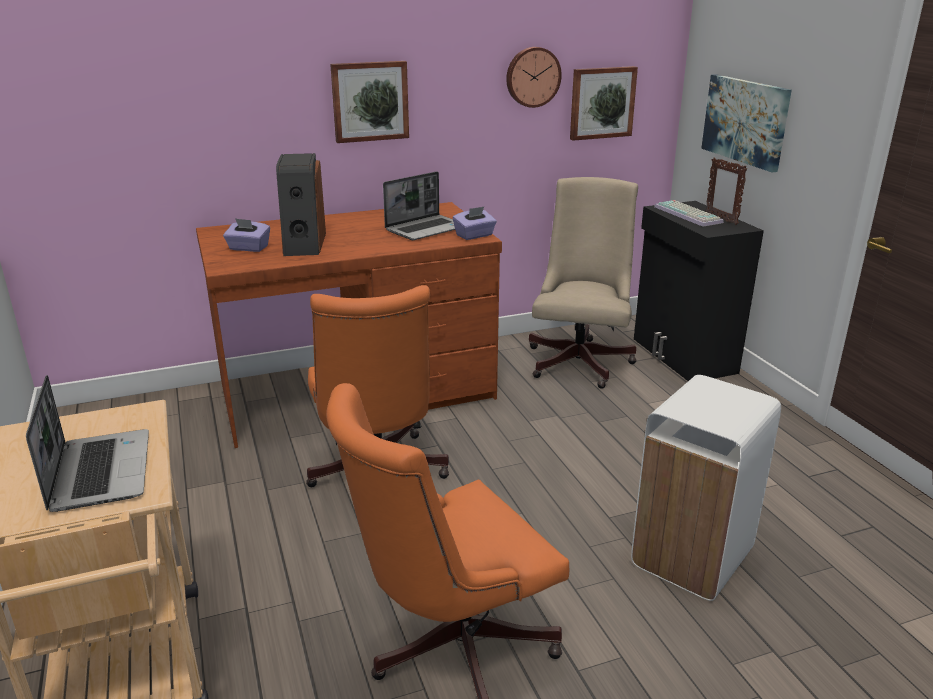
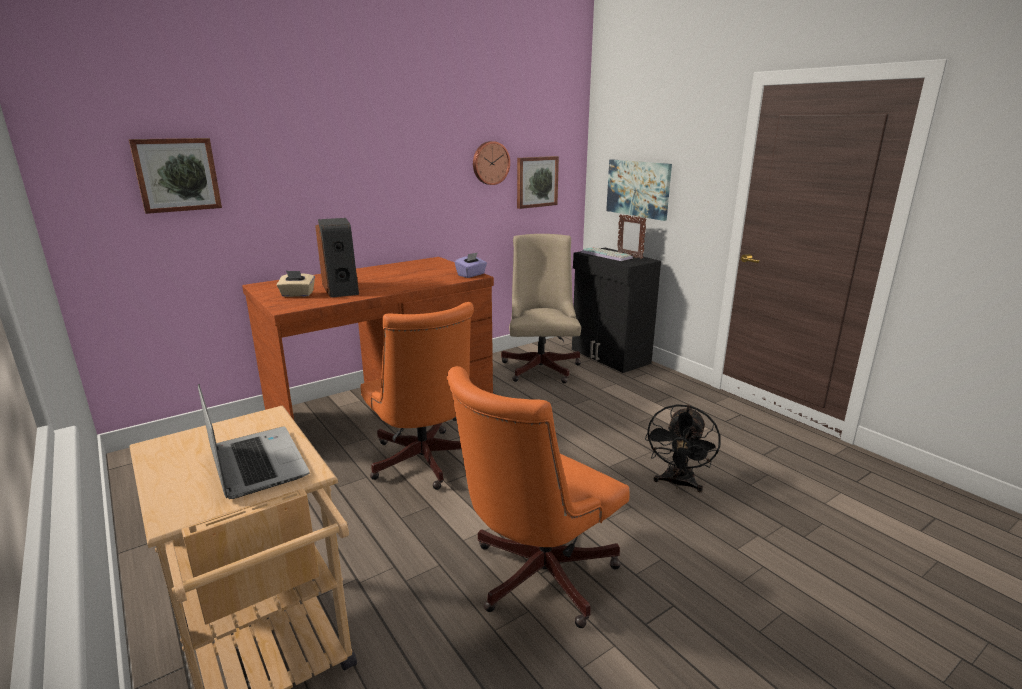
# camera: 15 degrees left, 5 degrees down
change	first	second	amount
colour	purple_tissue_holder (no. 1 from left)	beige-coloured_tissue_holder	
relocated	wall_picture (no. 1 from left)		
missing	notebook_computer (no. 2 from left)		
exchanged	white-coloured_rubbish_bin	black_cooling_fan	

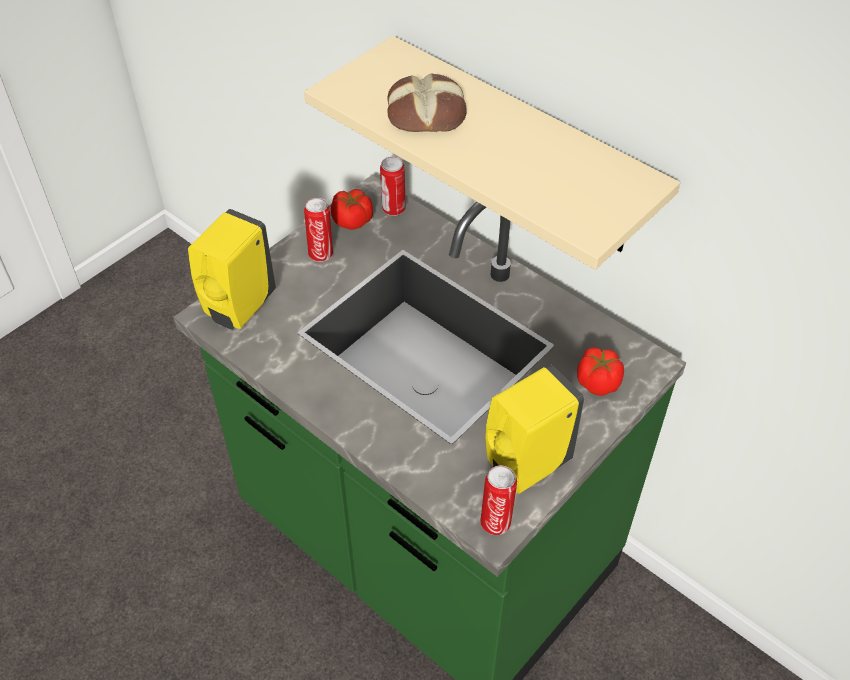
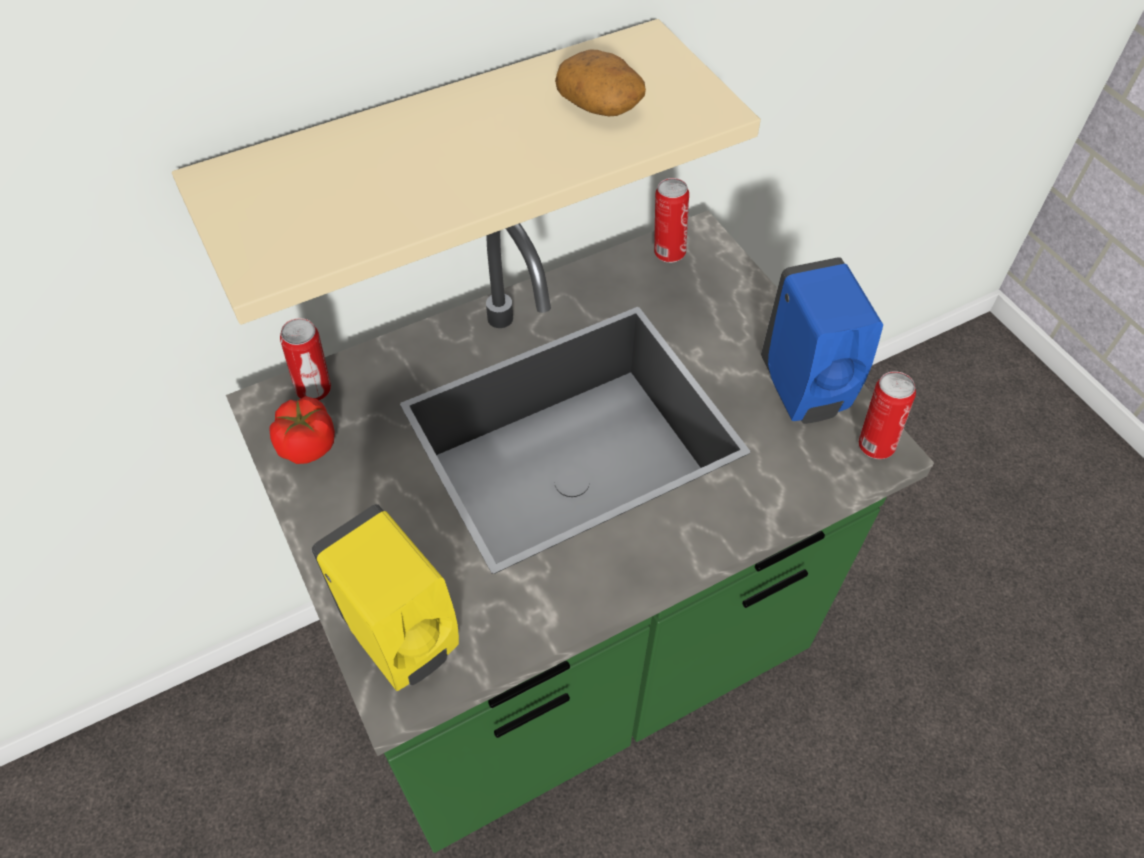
# camera: 70 degrees left, 5 degrees up
change	first	second	amount
relocated	can (no. 1 from left in the first image)	can (no. 2 from left)	
missing	bread		
colour	yellow_soap_bottle (no. 2 from left)	blue_soap_bottle	
missing	fresh_tomato (no. 2 from left)		
appeared		spud	

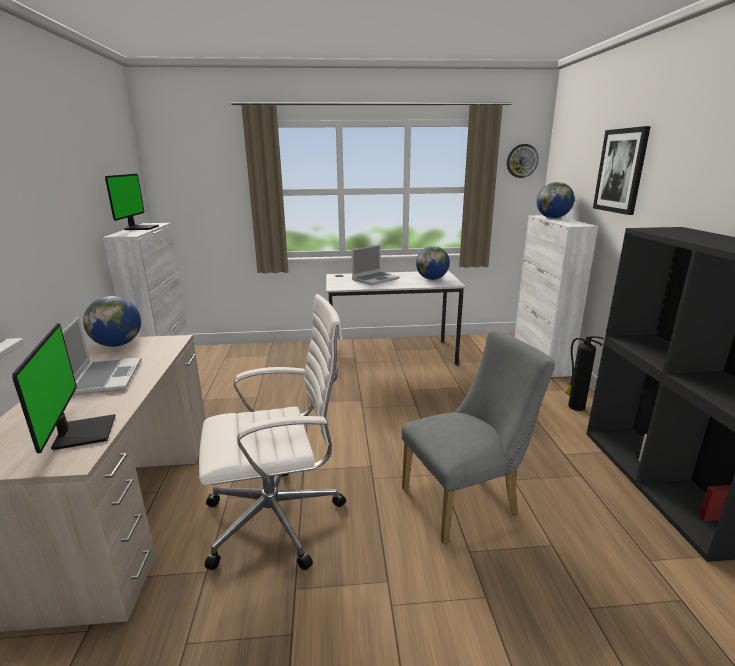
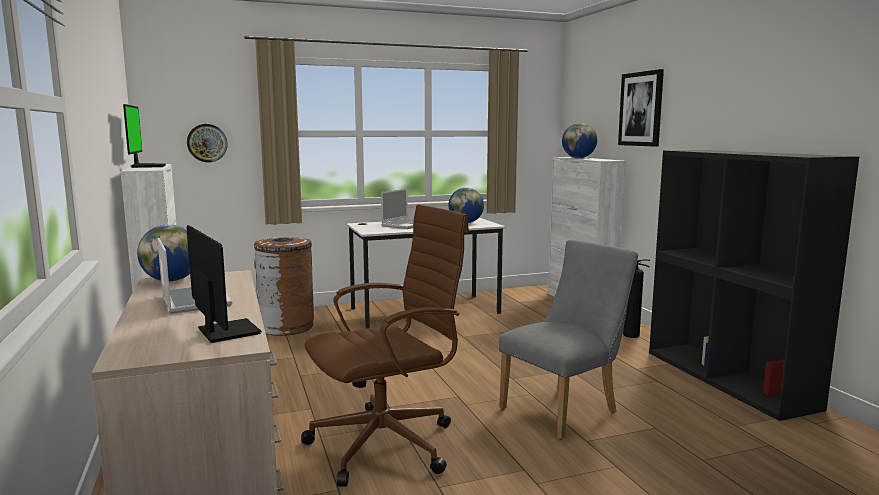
# camera: 15 degrees left, 10 degrees down
change	first	second	amount
colour	white-coloured_computer_chair	brownish_computer_chair	
relocated	clock_on_the_wall		
appeared		brownish_rubbish_bin	

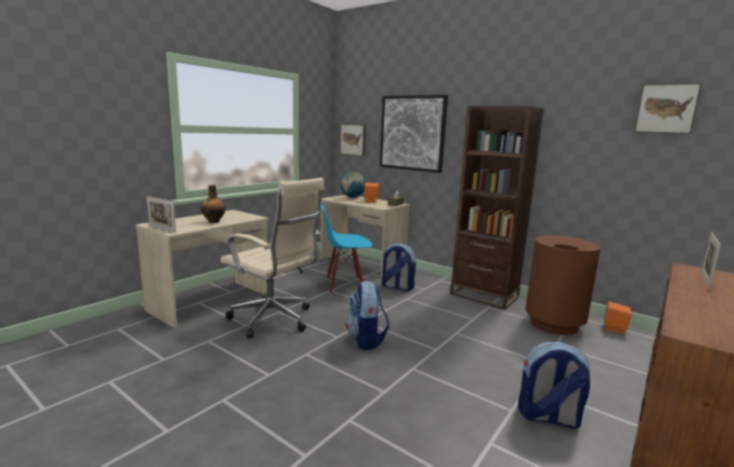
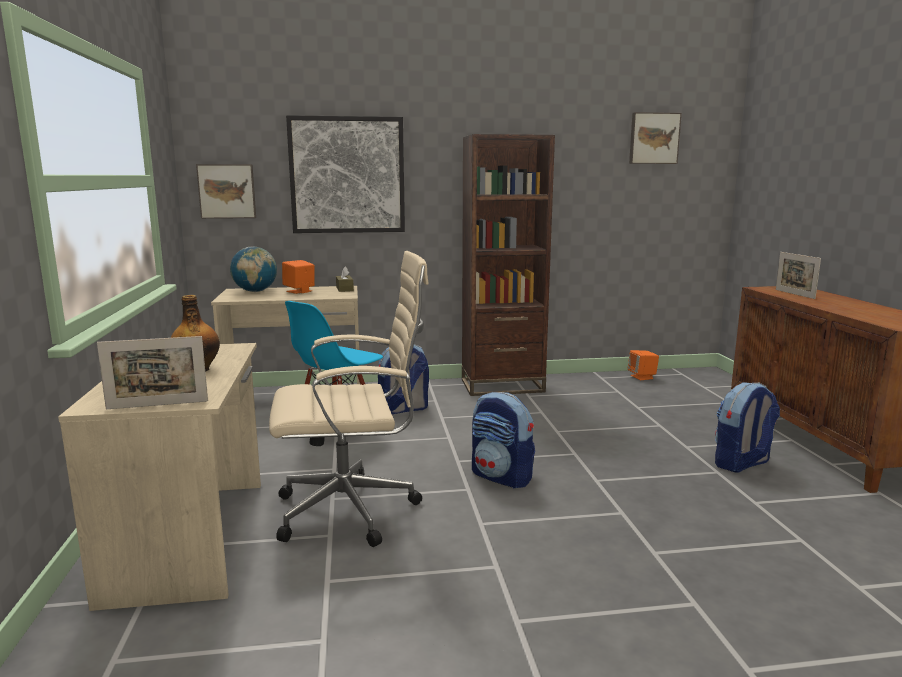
# camera: 45 degrees left, 0 degrees up
change	first	second	amount
missing	brownish_rubbish_bin		

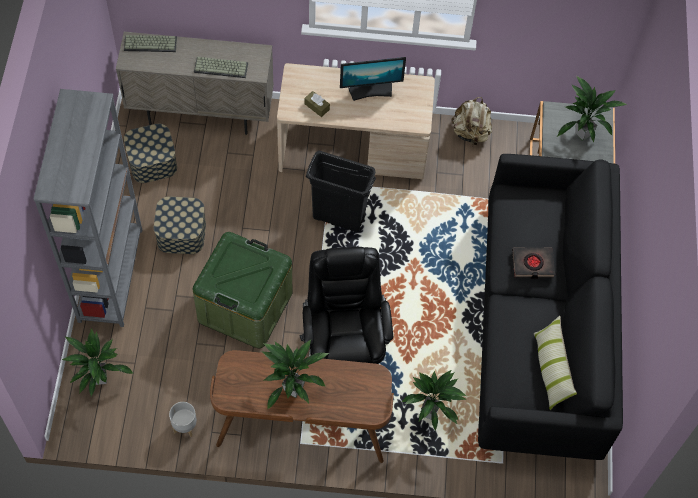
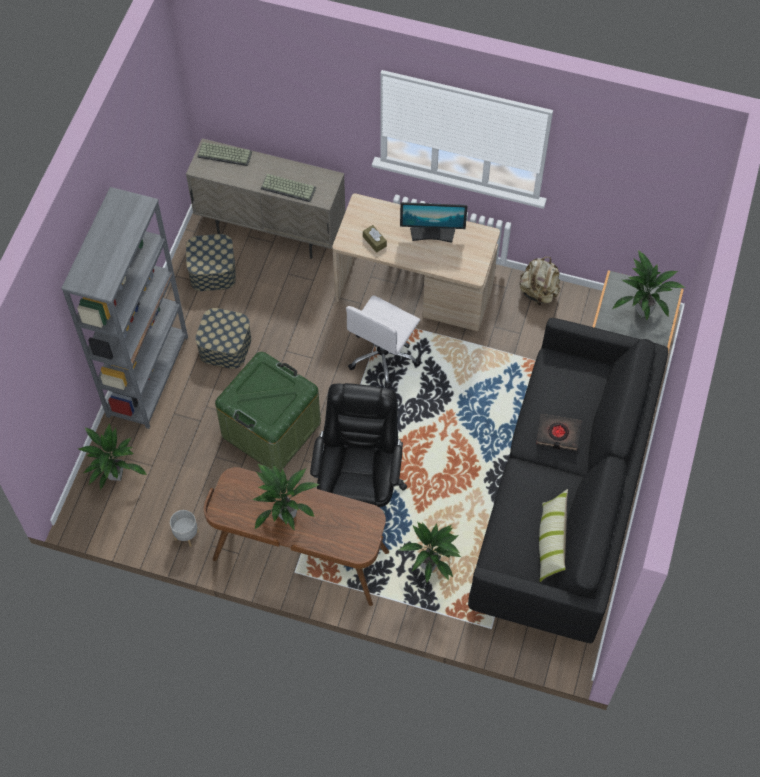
# camera: 15 degrees right, 0 degrees up
change	first	second	amount
exchanged	black_rubbish_bin	white-coloured_computer_chair	

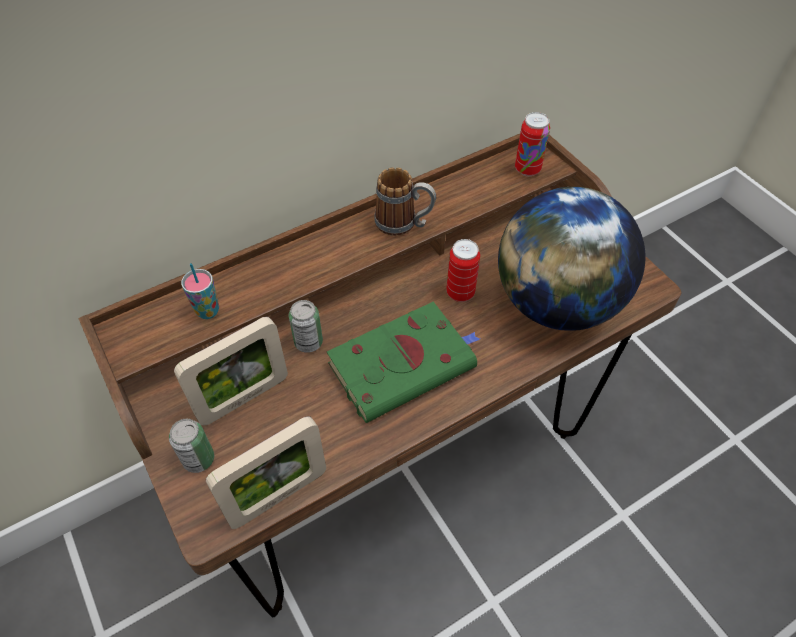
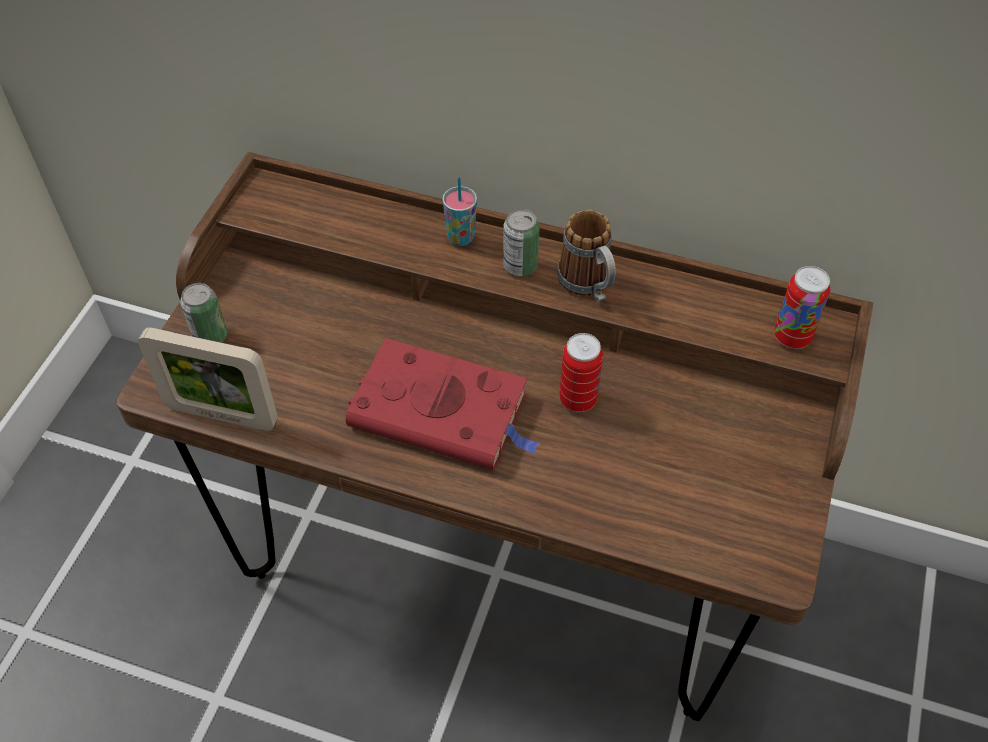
# camera: 50 degrees right, 0 degrees up
change	first	second	amount
missing	standing_frame (no. 1 from left)		
relocated	drinking_cup		
relocated	can (no. 2 from left)		
colour	greenish_volume	red-coloured_volume	
missing	world_globe		

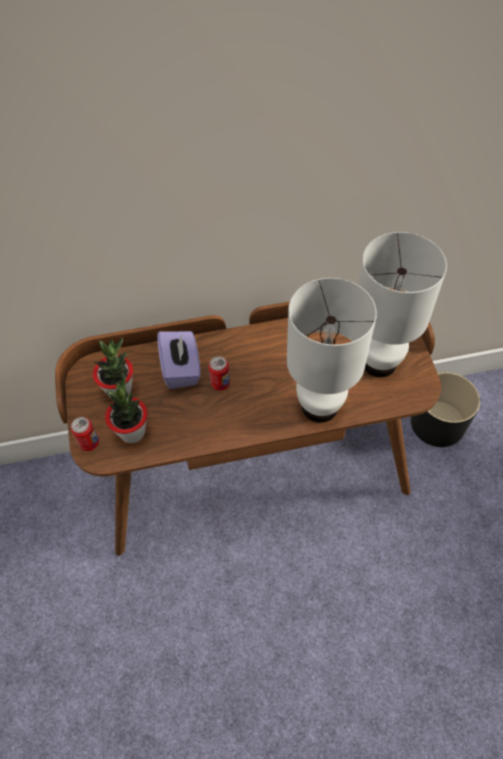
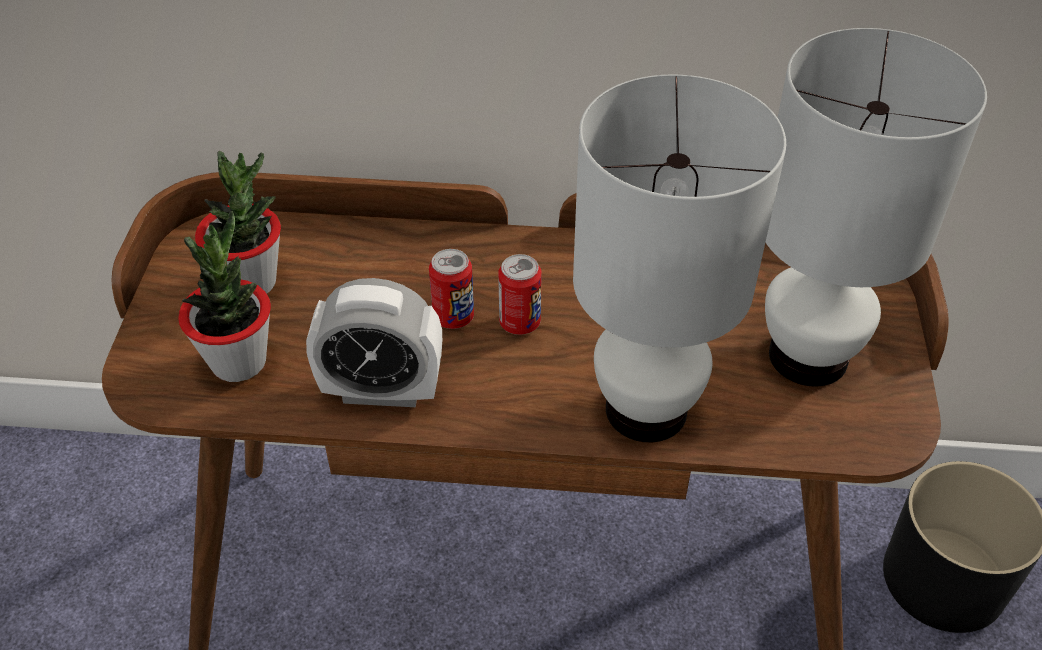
# camera: 15 degrees right, 10 degrees down
change	first	second	amount
relocated	can (no. 1 from left in the first image)	can (no. 2 from left)	
missing	purple_tissue_holder		
appeared		bedside_clock	

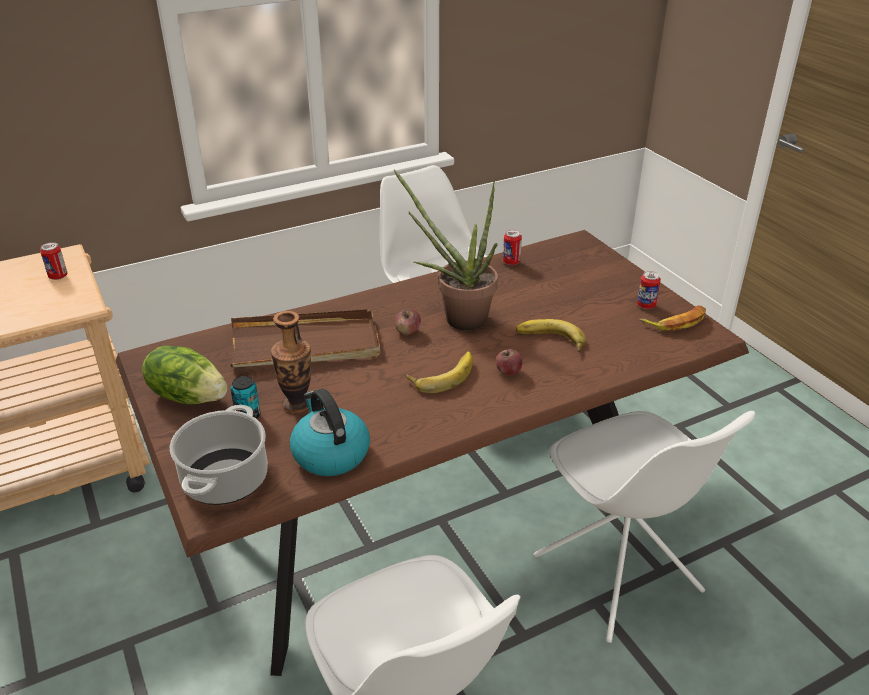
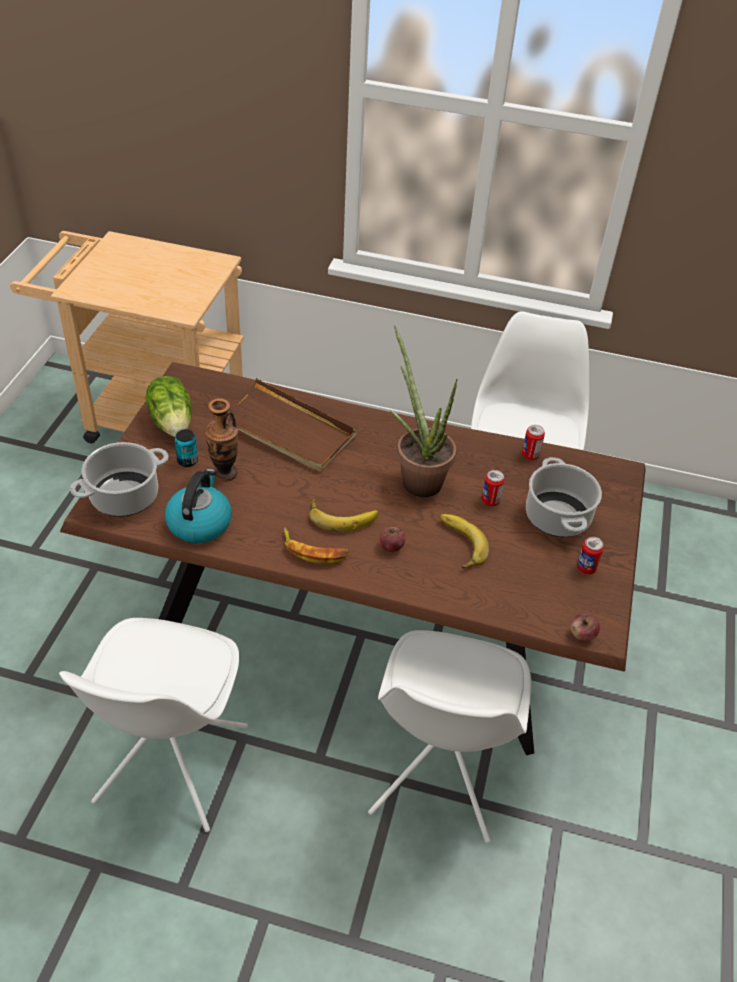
# camera: 40 degrees right, 10 degrees up
change	first	second	amount
relocated	can (no. 1 from left in the first image)	can (no. 2 from left)	
relocated	apple (no. 1 from left in the first image)	apple (no. 2 from left)	
relocated	whole_banana (no. 3 from left in the first image)	whole_banana (no. 1 from left)	
appeared		cooking_pot (no. 2 from left)	

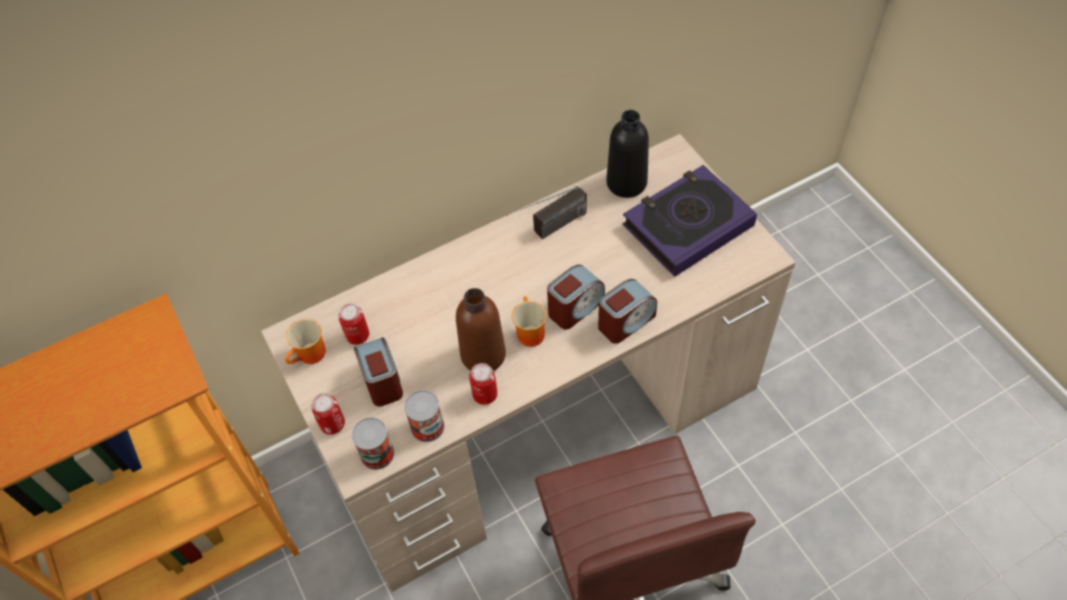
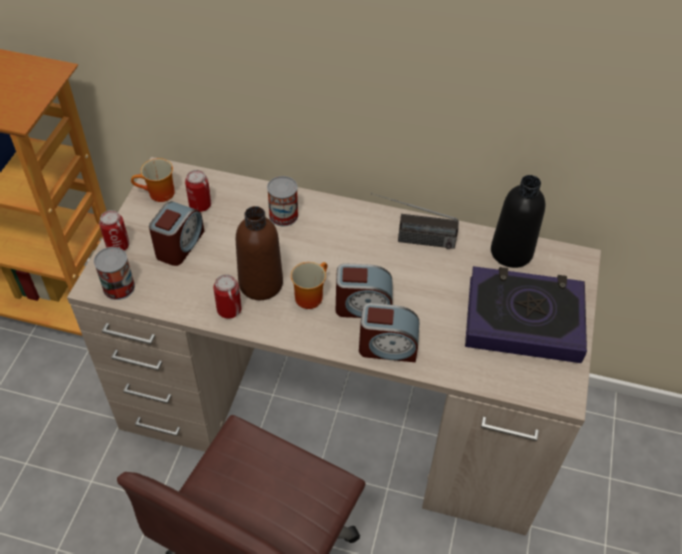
# camera: 40 degrees right, 5 degrees down
change	first	second	amount
relocated	can (no. 4 from left in the first image)	can (no. 5 from left)	

